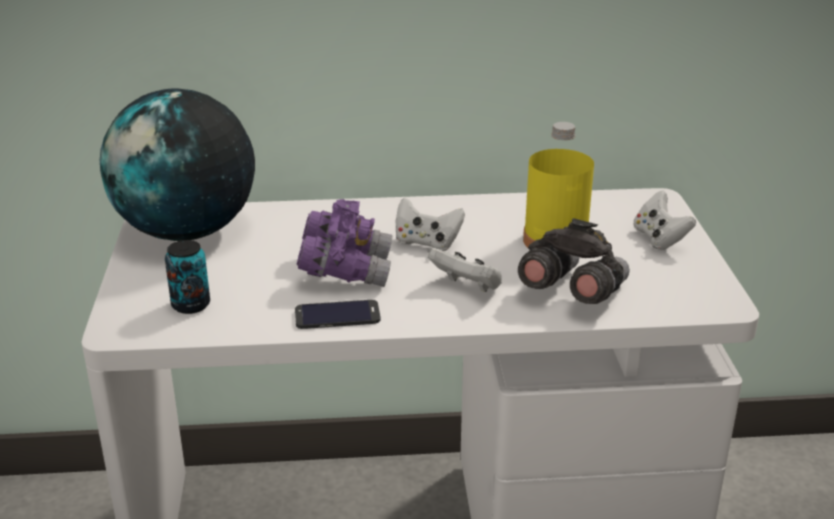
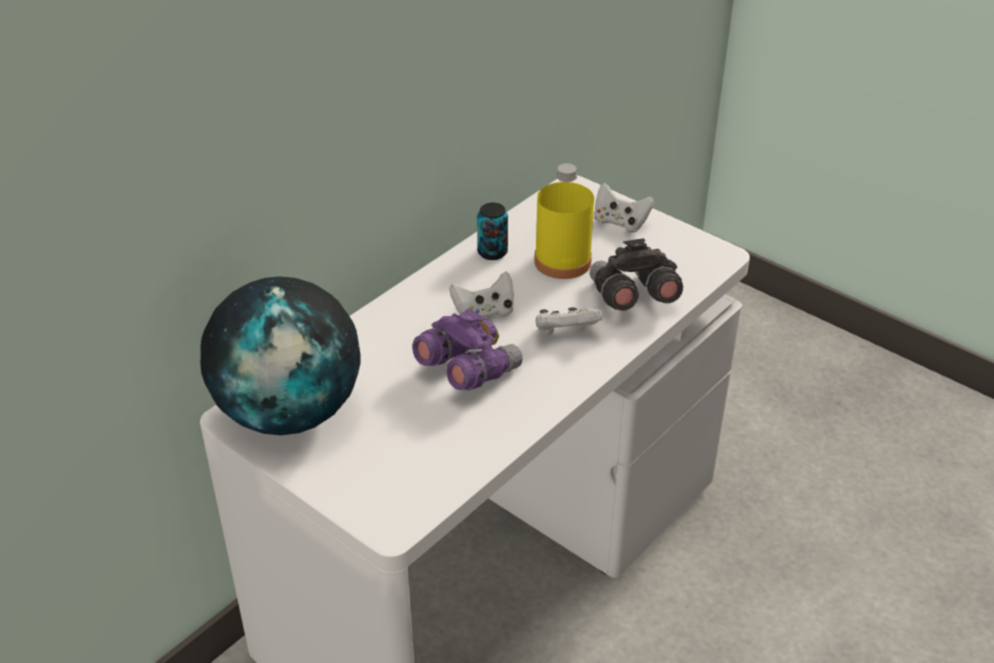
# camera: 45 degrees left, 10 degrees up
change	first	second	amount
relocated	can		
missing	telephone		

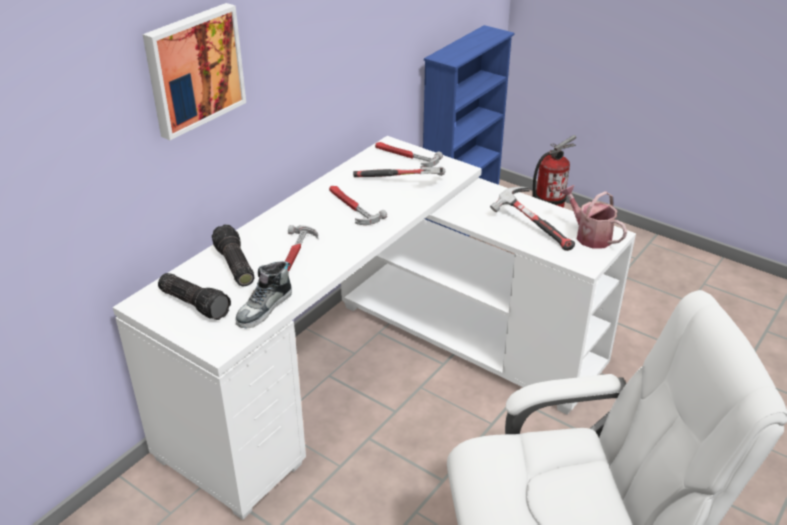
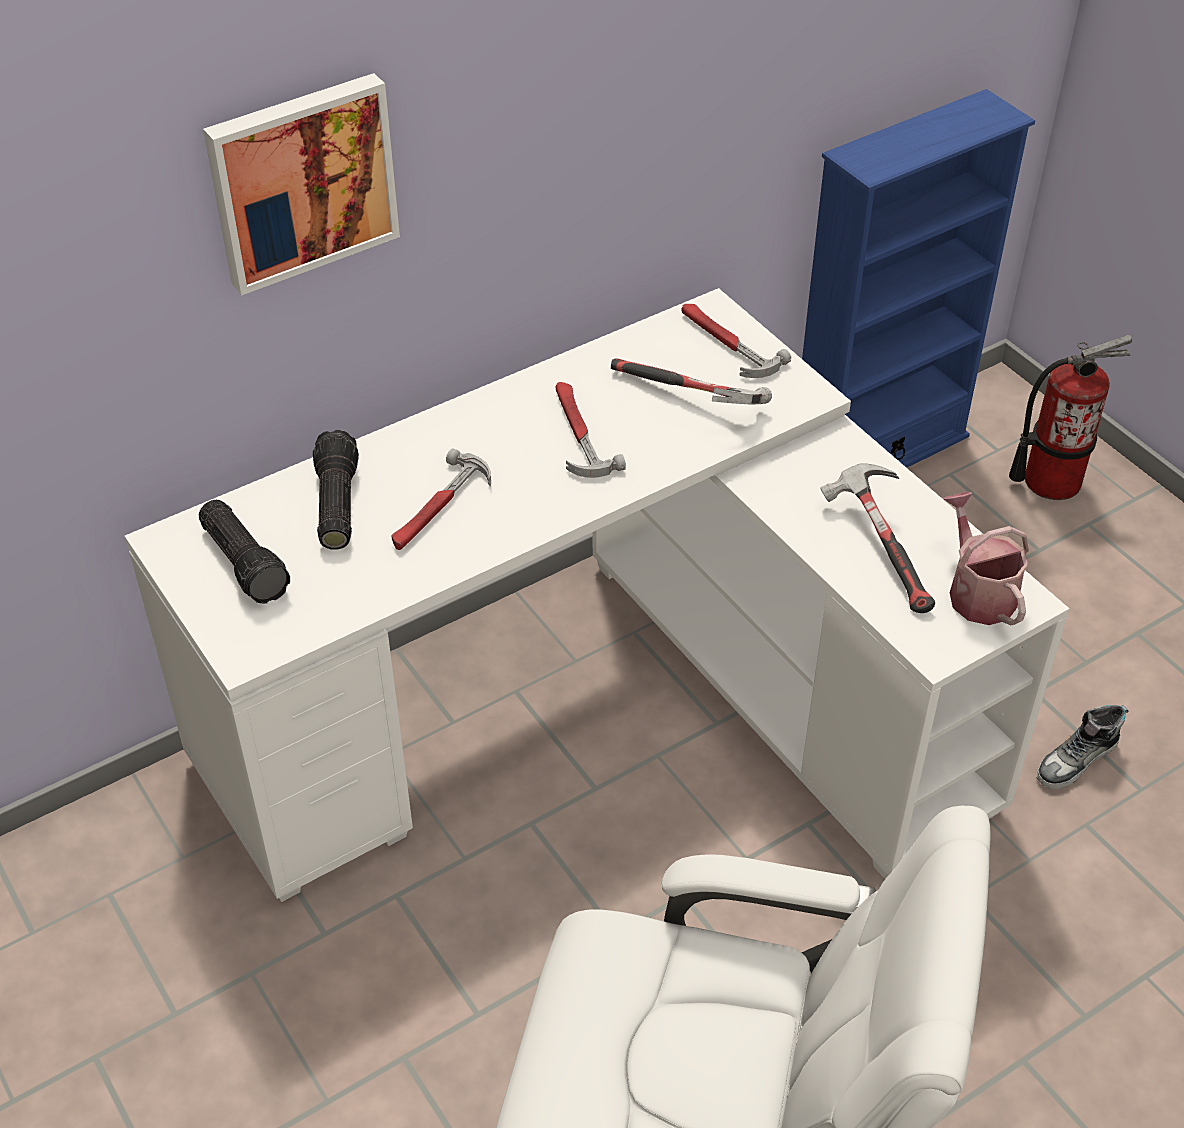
# camera: 20 degrees right, 10 degrees up
change	first	second	amount
relocated	low_shoe		

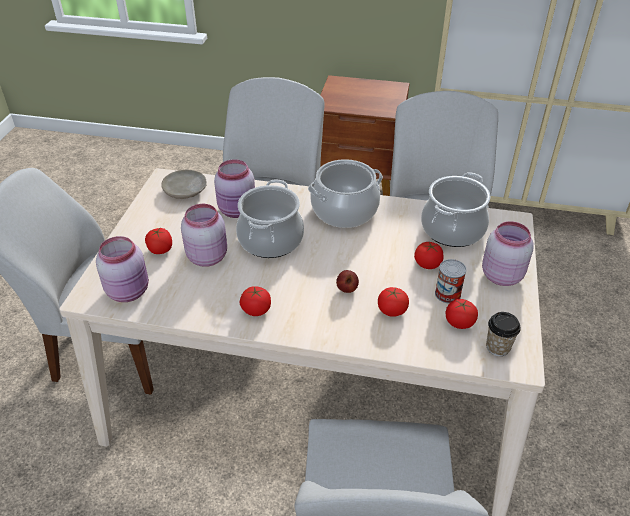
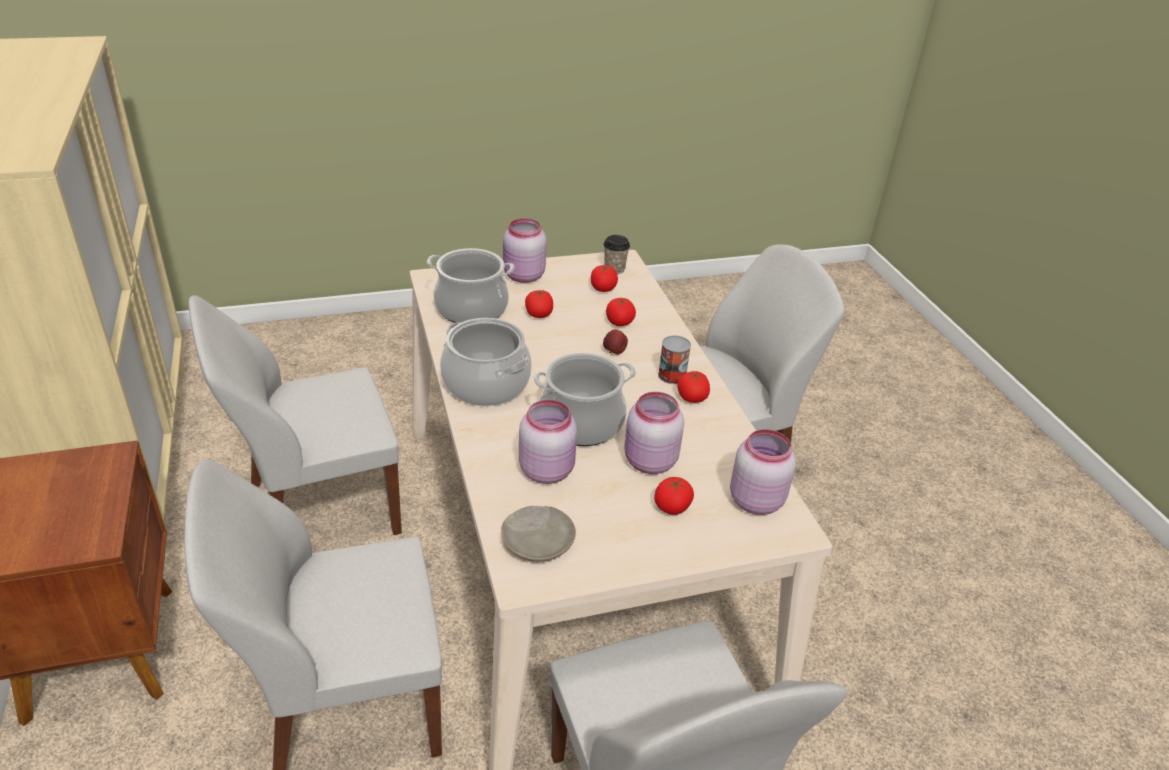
# camera: 120 degrees left, 5 degrees down
change	first	second	amount
relocated	can		

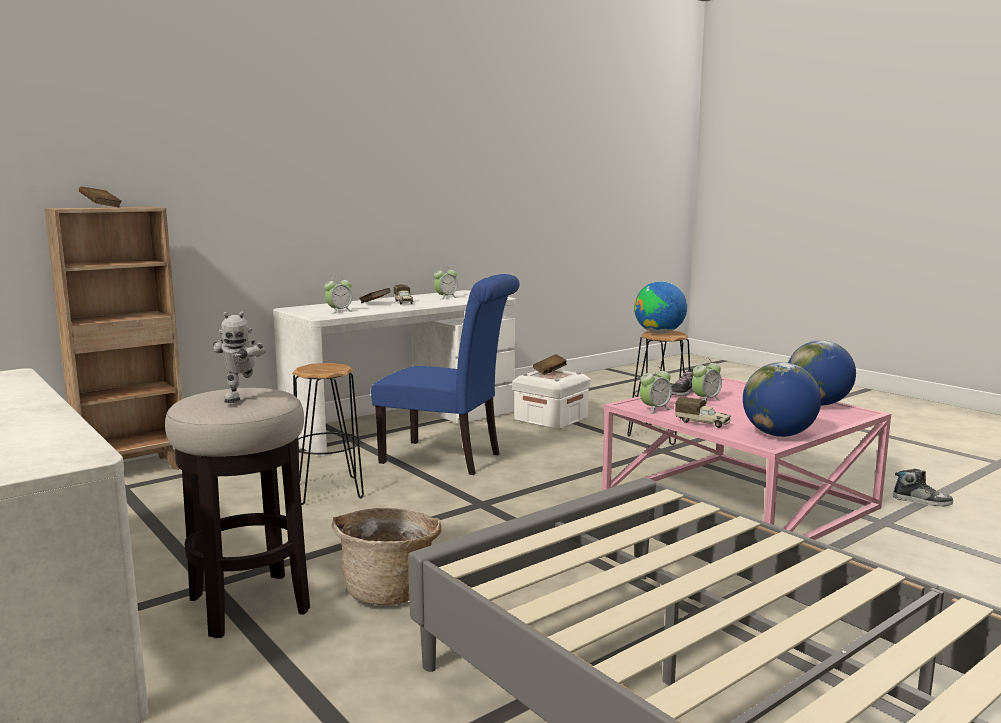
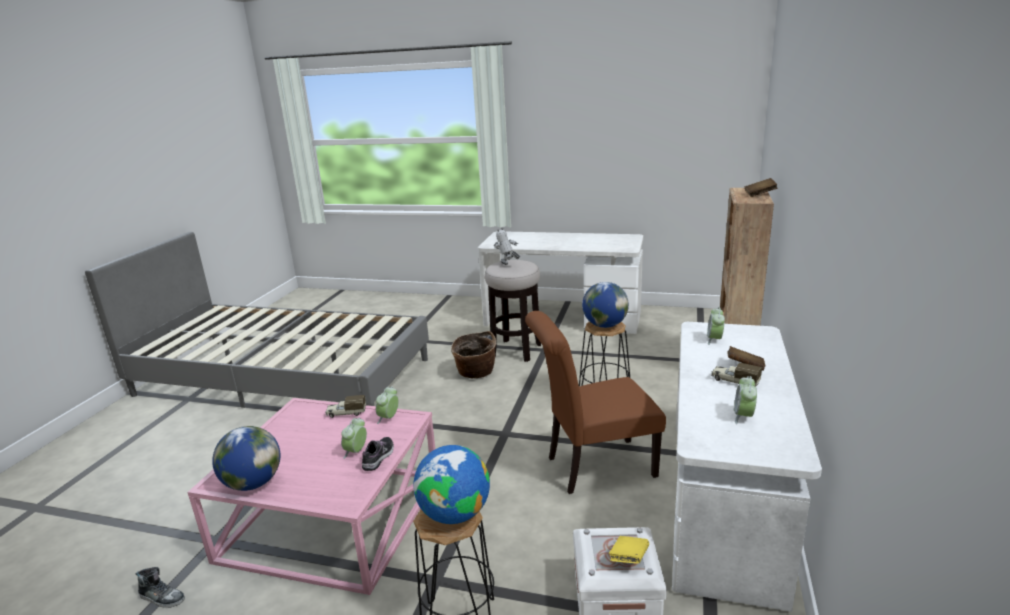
# camera: 145 degrees right, 10 degrees up
change	first	second	amount
colour	blue_upright_chair	brownish_upright_chair	
colour	brownish_volume (no. 3 from left)	yellow_volume	
relocated	world_globe (no. 2 from left in the first image)	world_globe (no. 3 from left)	
spun	low_shoe (no. 2 from left in the first image)	low_shoe (no. 1 from left)	150 degrees counterclockwise

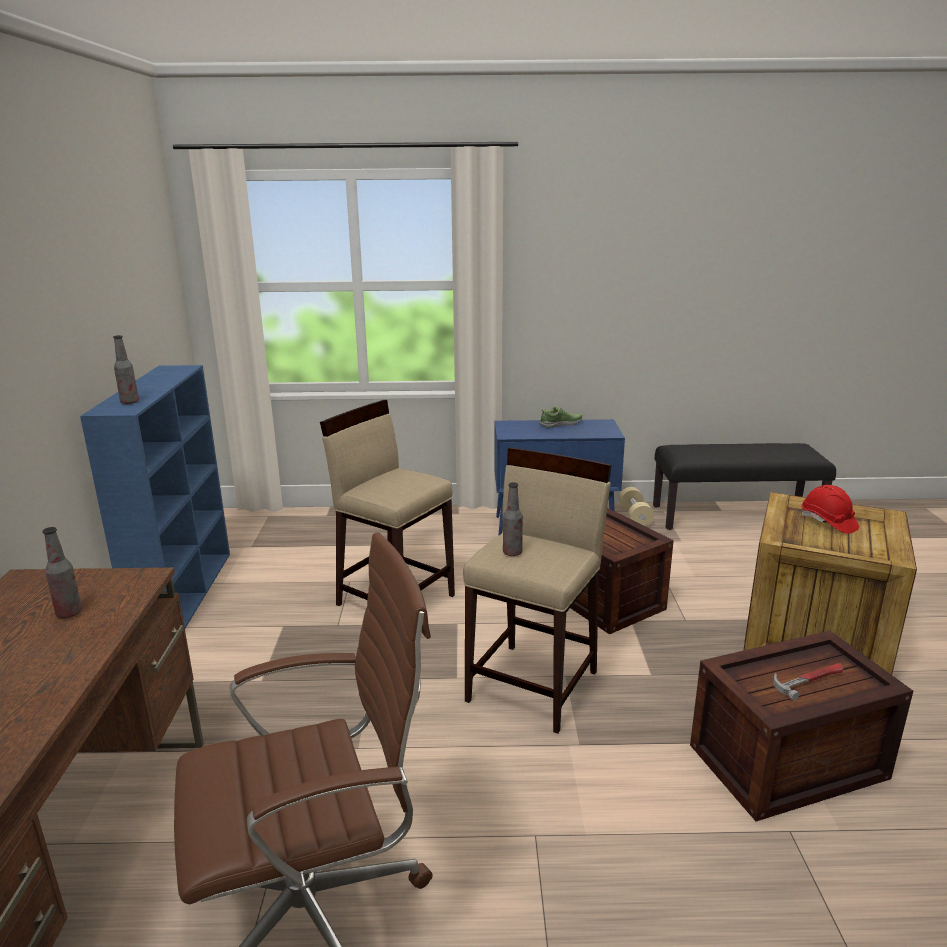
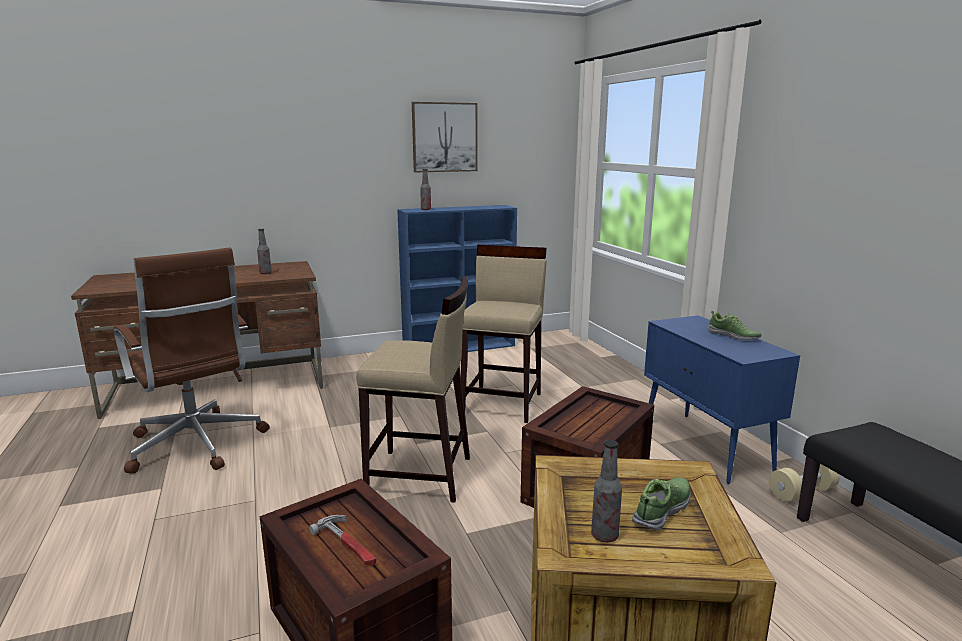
# camera: 70 degrees right, 5 degrees down
change	first	second	amount
relocated	bottle (no. 3 from left)		
exchanged	red-coloured_hard_hat	low_shoe (no. 1 from left)	
appeared		wall_picture	

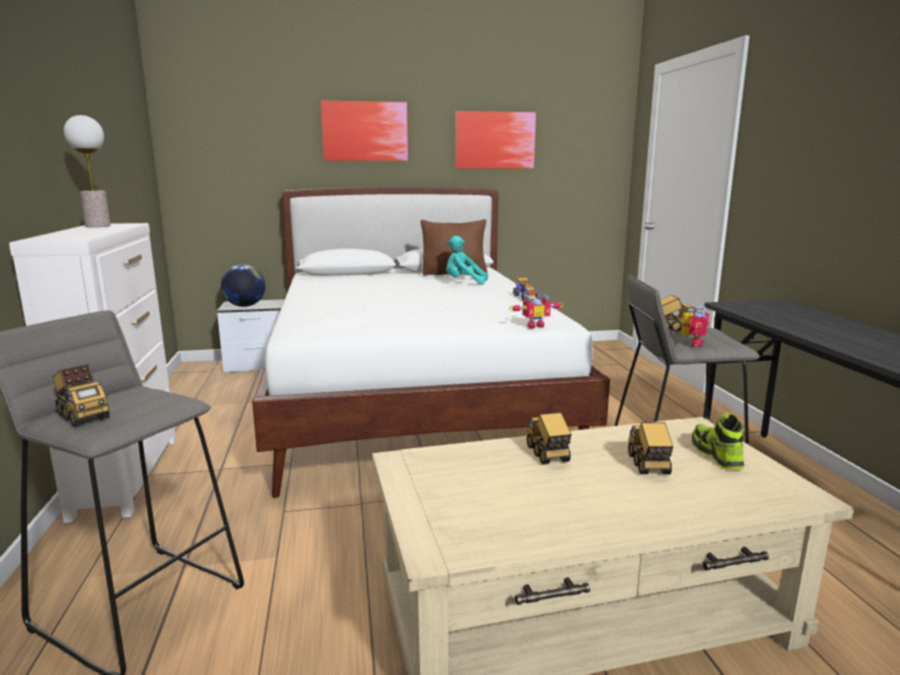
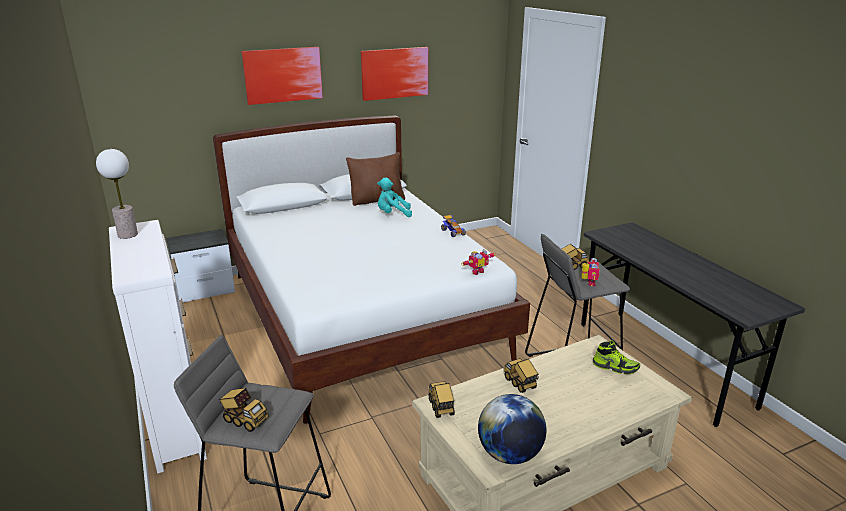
# camera: 15 degrees left, 10 degrees up
change	first	second	amount
relocated	world_globe		
relocated	model_truck (no. 3 from left in the first image)	model_truck (no. 2 from left)	
spun	low_shoe		135 degrees clockwise

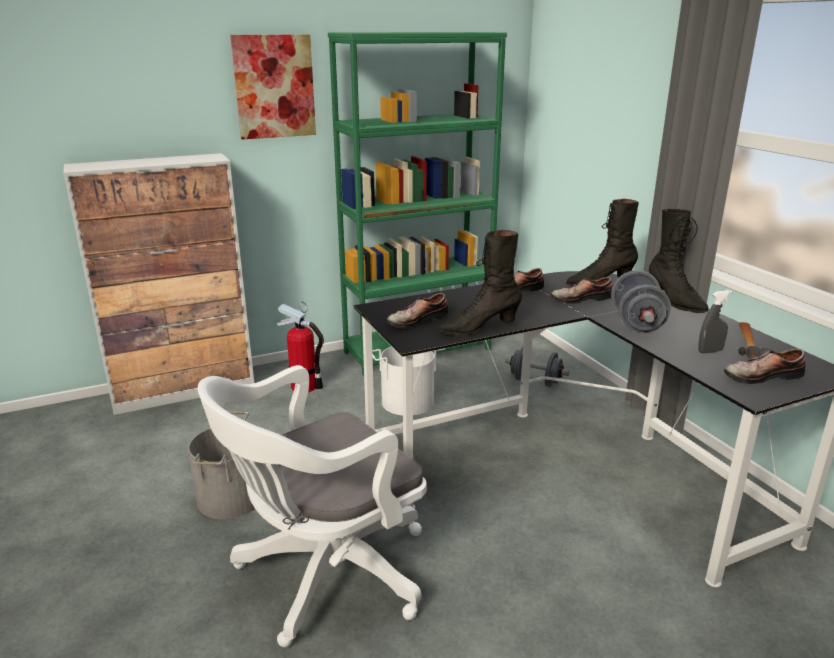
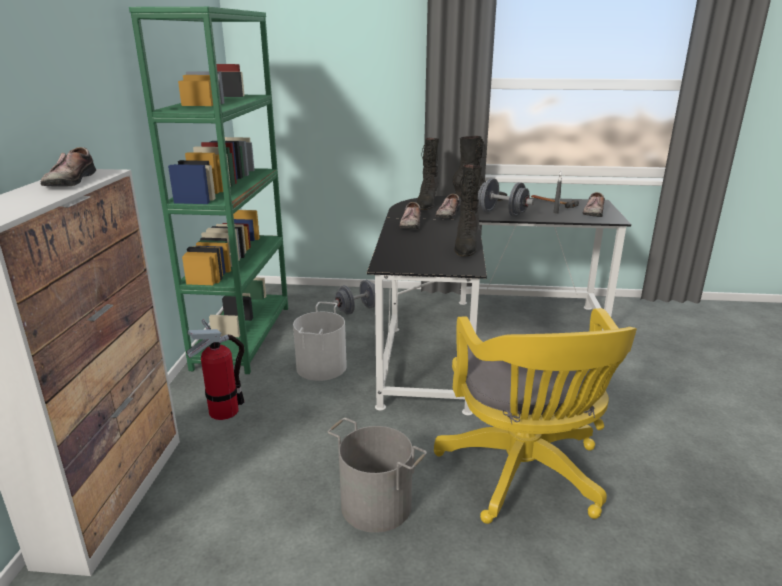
# camera: 60 degrees left, 0 degrees up
change	first	second	amount
colour	white-coloured_computer_chair	yellow_computer_chair	
missing	wall_picture		
relocated	low_shoe (no. 1 from left)		

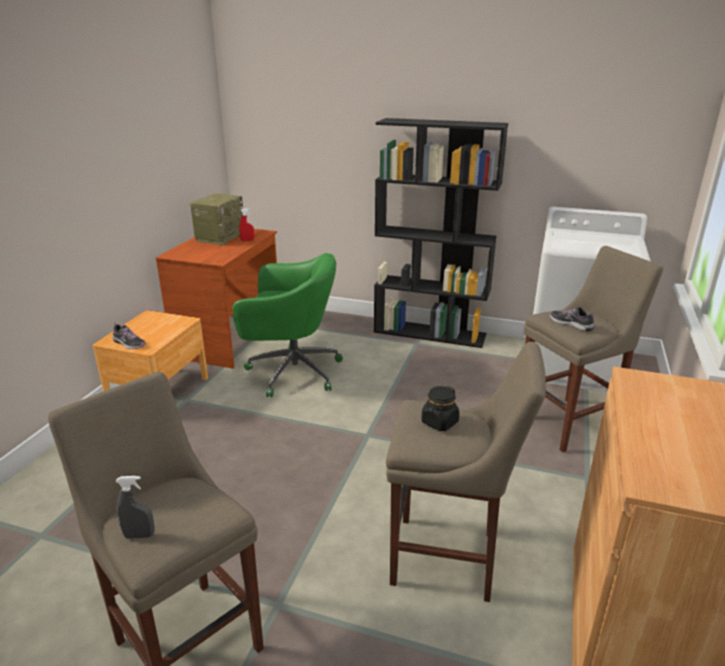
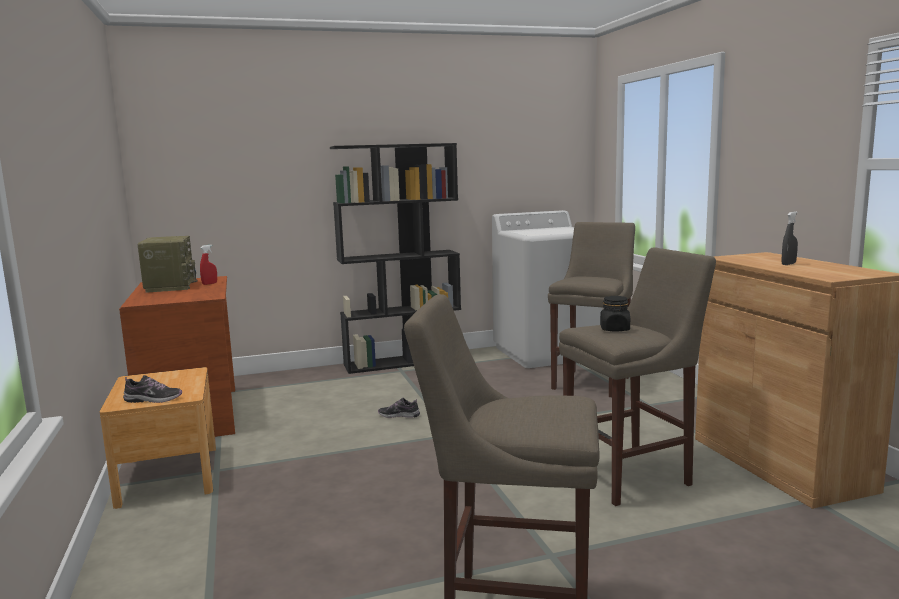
# camera: 35 degrees left, 15 degrees down
change	first	second	amount
relocated	greyish_spray_bottle		
missing	greenish_computer_chair		
relocated	low_shoe (no. 2 from left)		

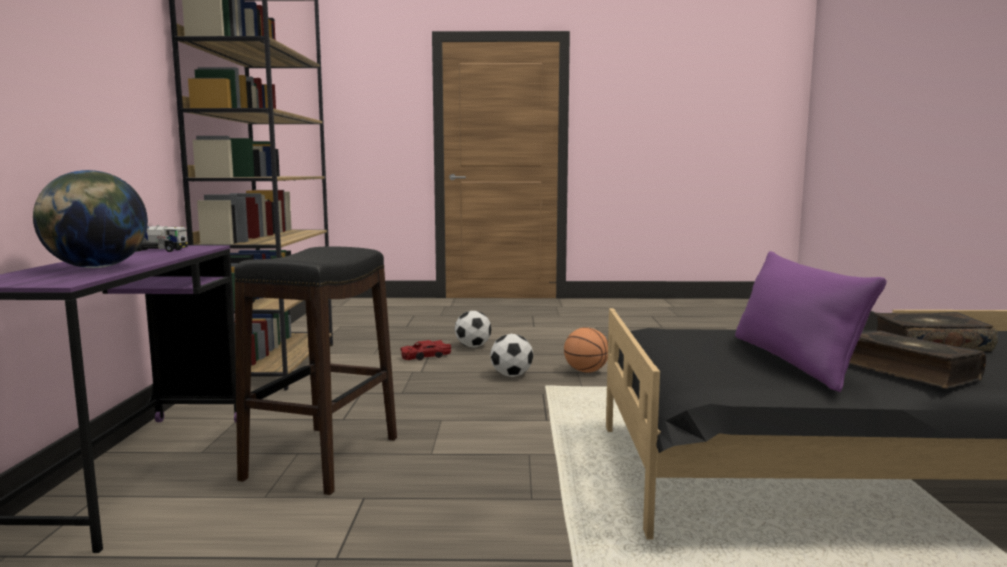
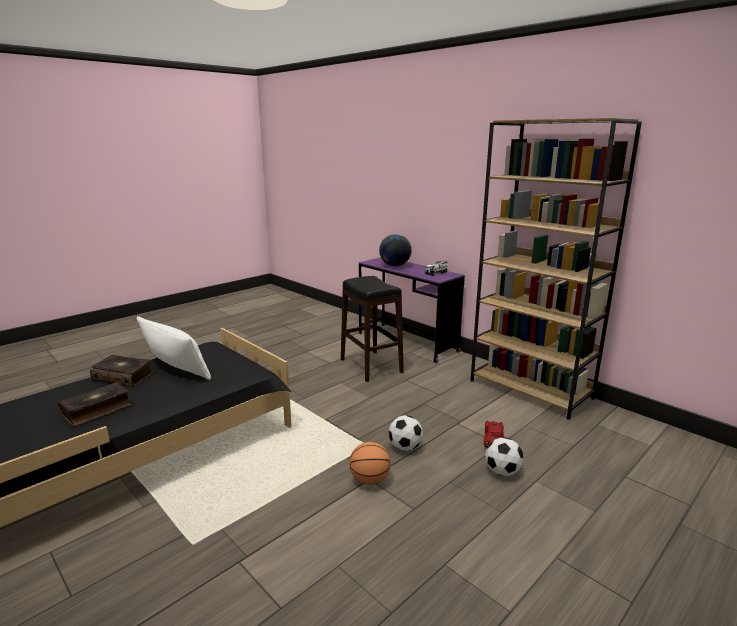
# camera: 135 degrees right, 10 degrees up
change	first	second	amount
colour	purple_pillow	white-coloured_pillow	

